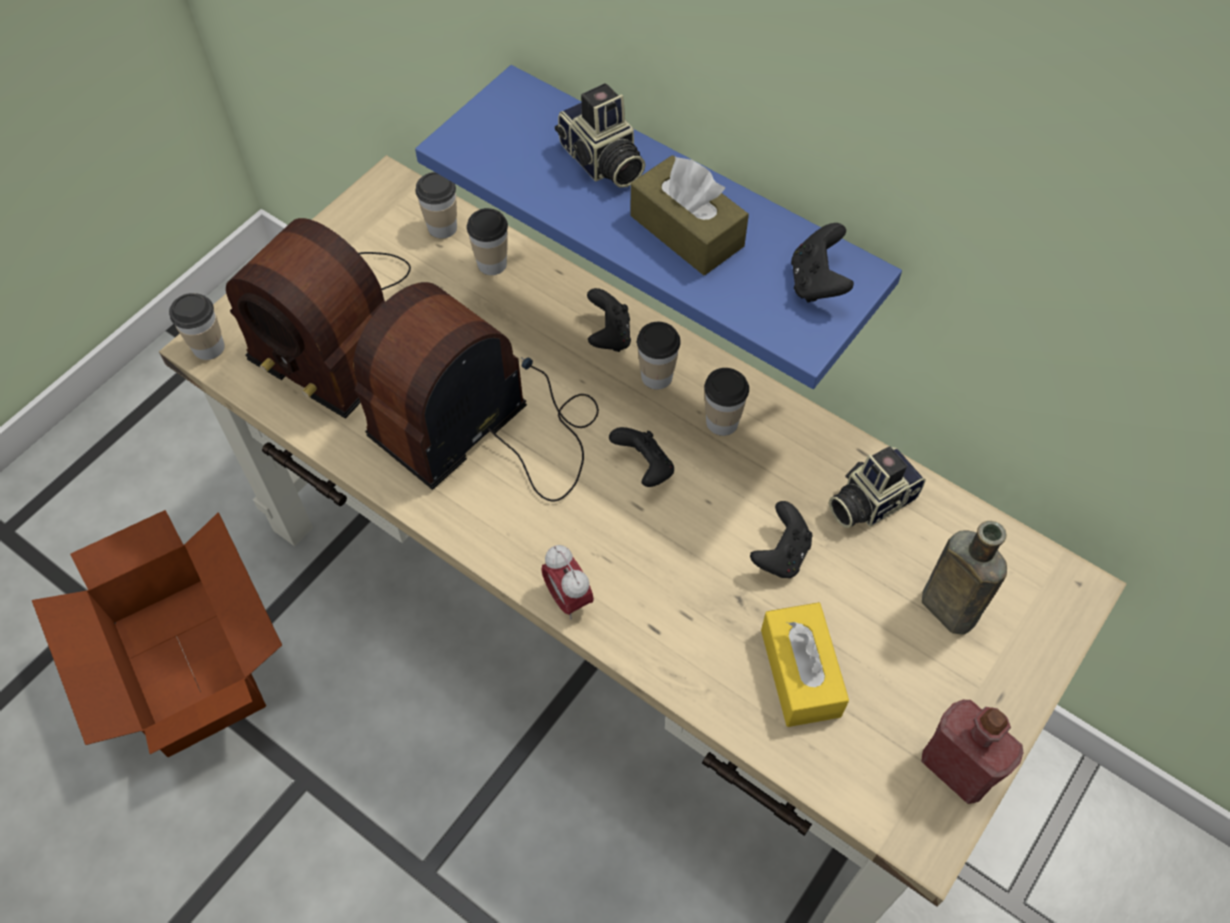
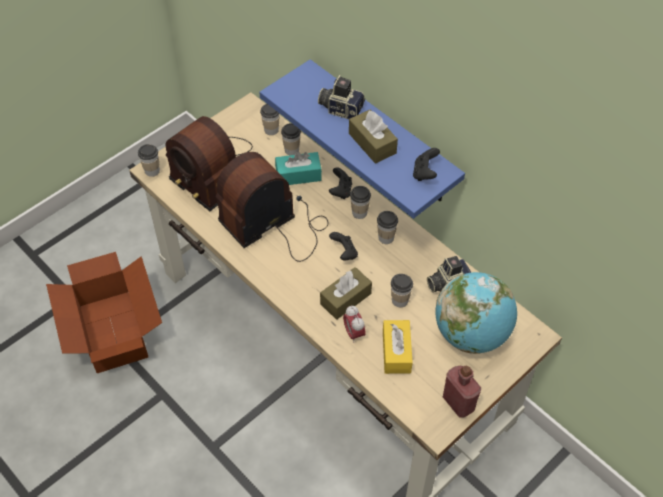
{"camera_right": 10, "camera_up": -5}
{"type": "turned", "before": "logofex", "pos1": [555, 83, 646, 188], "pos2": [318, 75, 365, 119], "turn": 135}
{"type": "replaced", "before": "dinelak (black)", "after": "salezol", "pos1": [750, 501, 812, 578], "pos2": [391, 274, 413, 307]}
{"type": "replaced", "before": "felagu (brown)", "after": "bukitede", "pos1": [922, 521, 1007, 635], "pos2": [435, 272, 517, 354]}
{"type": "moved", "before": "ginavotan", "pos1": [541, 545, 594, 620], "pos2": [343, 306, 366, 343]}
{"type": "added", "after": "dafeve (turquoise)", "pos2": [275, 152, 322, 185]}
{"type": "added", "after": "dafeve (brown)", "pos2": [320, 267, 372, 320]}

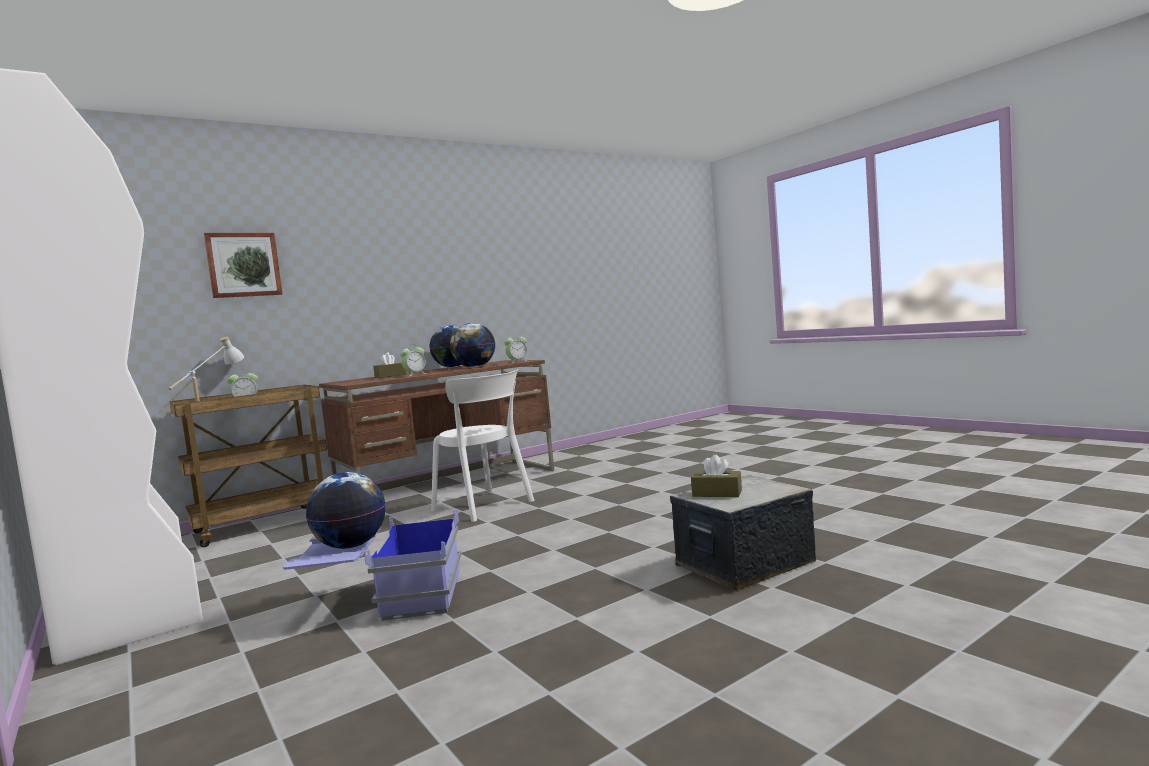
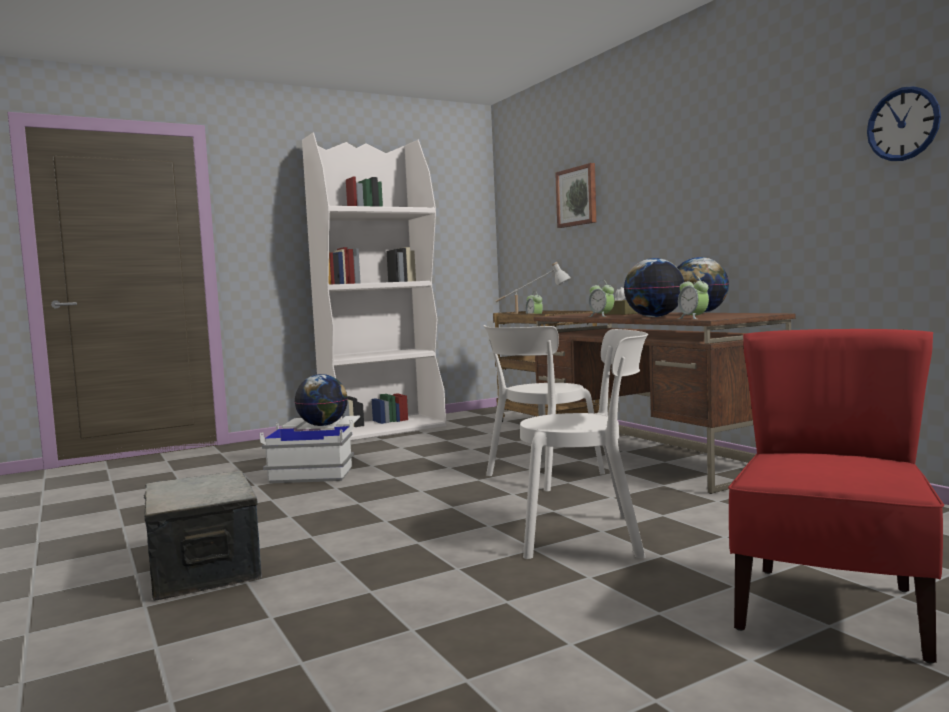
{"camera_right": 95, "camera_up": 0}
{"type": "removed", "before": "dafeve (brown)", "pos1": [691, 455, 742, 497]}
{"type": "recoloured", "before": "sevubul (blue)", "after": "sevubul (white)", "pos1": [283, 510, 461, 621], "pos2": [260, 416, 360, 484]}
{"type": "added", "after": "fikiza", "pos2": [867, 86, 941, 161]}
{"type": "added", "after": "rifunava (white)", "pos2": [520, 329, 648, 559]}
{"type": "added", "after": "rifunava (red)", "pos2": [728, 329, 944, 664]}

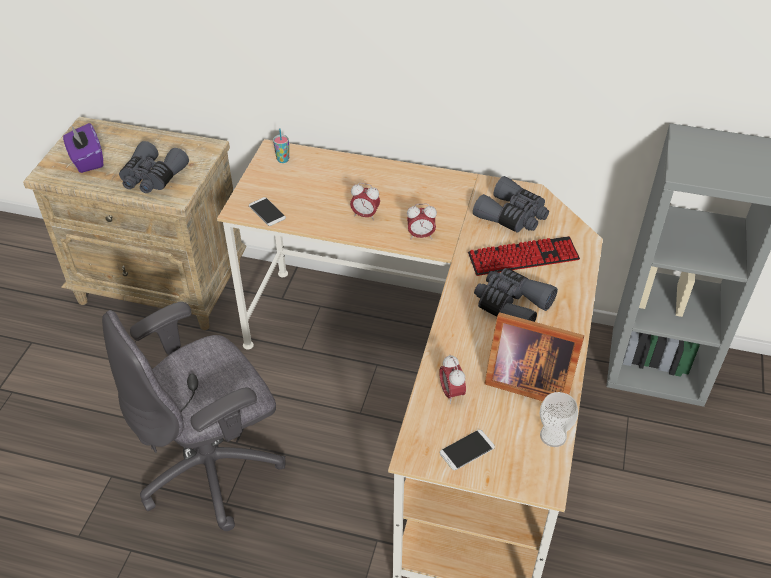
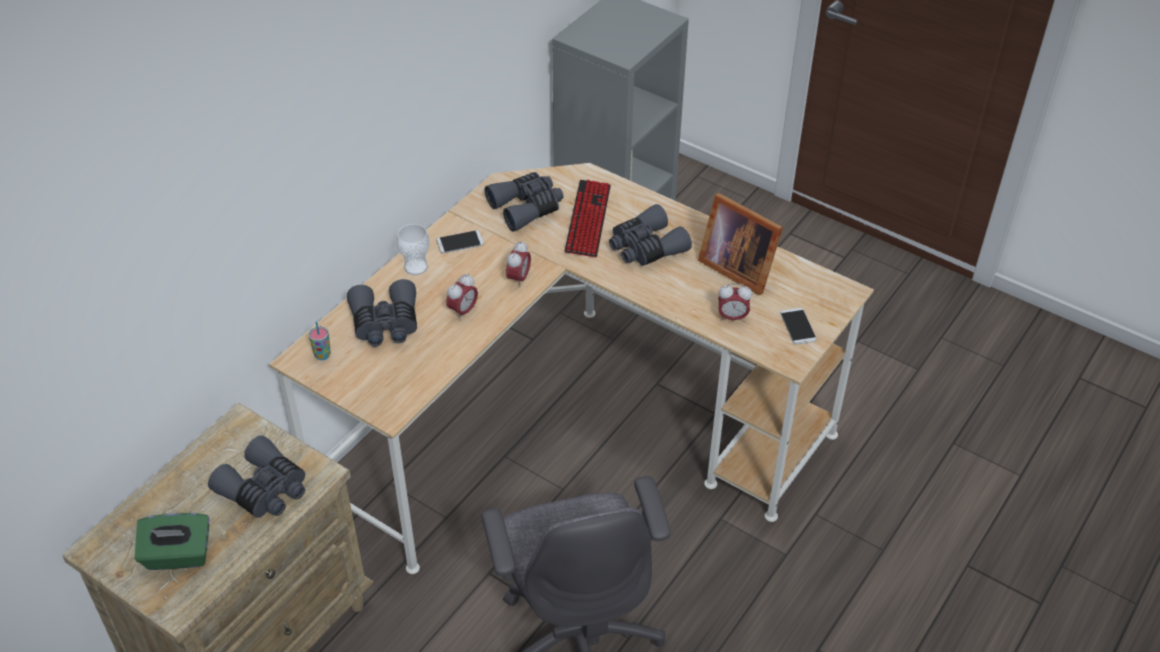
{"camera_right": -70, "camera_up": 0}
{"type": "recoloured", "before": "dafeve (purple)", "after": "dafeve (green)", "pos1": [63, 123, 103, 173], "pos2": [135, 513, 210, 570]}
{"type": "moved", "before": "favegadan", "pos1": [249, 197, 286, 226], "pos2": [437, 230, 484, 253]}
{"type": "turned", "before": "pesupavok", "pos1": [484, 312, 584, 401], "pos2": [698, 193, 783, 295], "turn": 90}
{"type": "moved", "before": "salezol", "pos1": [539, 392, 578, 447], "pos2": [396, 224, 430, 275]}
{"type": "added", "after": "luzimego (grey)", "pos2": [347, 279, 417, 347]}

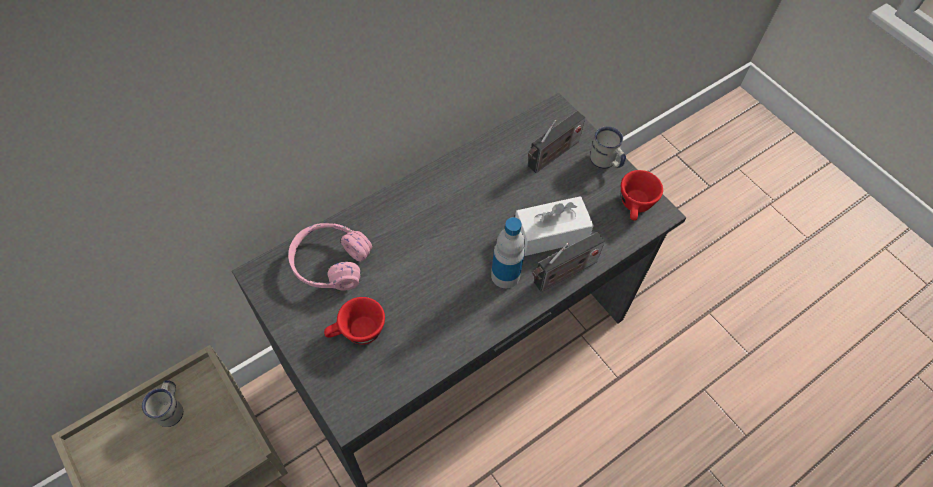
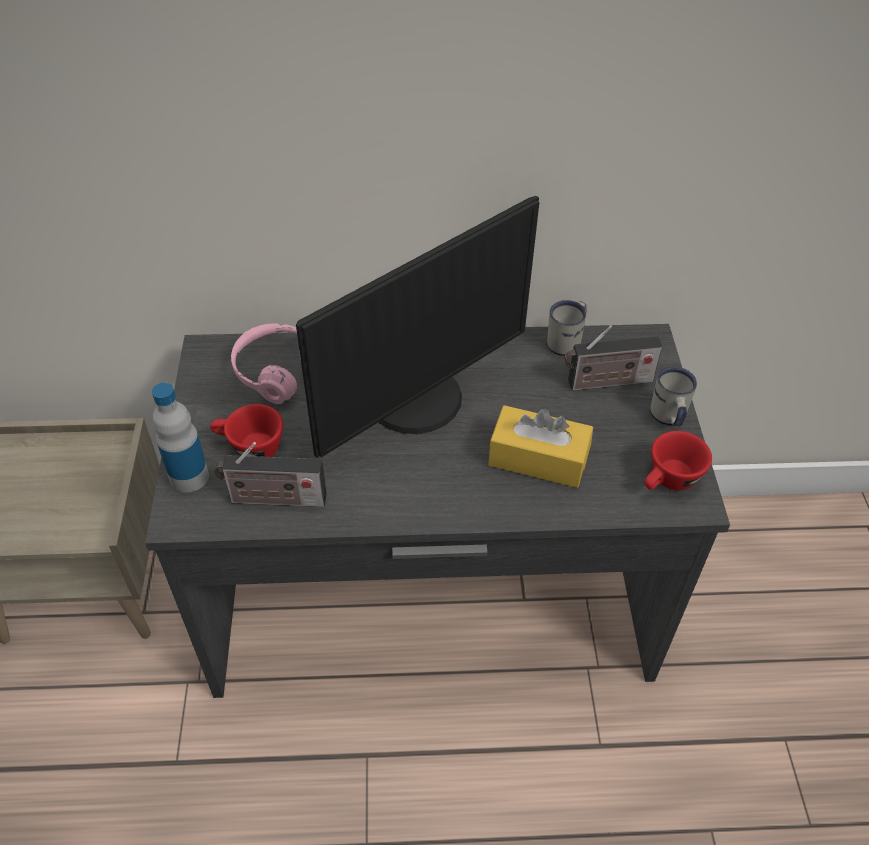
{"camera_right": 35, "camera_up": -10}
{"type": "recoloured", "before": "dafeve (white)", "after": "dafeve (yellow)", "pos1": [515, 196, 594, 256], "pos2": [488, 405, 593, 488]}
{"type": "moved", "before": "felagu", "pos1": [491, 217, 525, 288], "pos2": [152, 383, 209, 493]}
{"type": "moved", "before": "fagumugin", "pos1": [533, 232, 605, 292], "pos2": [214, 442, 327, 507]}
{"type": "moved", "before": "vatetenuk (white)", "pos1": [142, 380, 183, 427], "pos2": [547, 300, 587, 356]}
{"type": "added", "after": "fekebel", "pos2": [296, 196, 539, 458]}

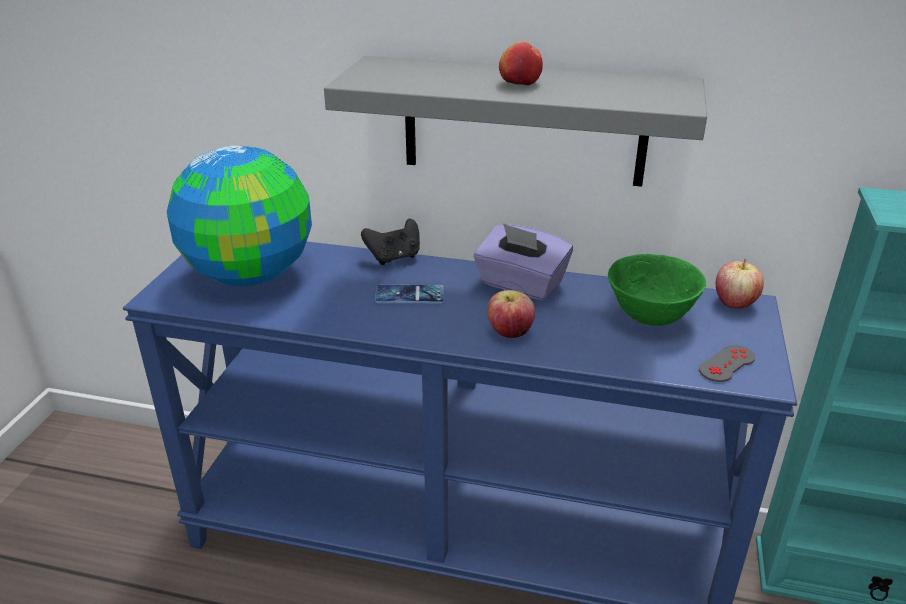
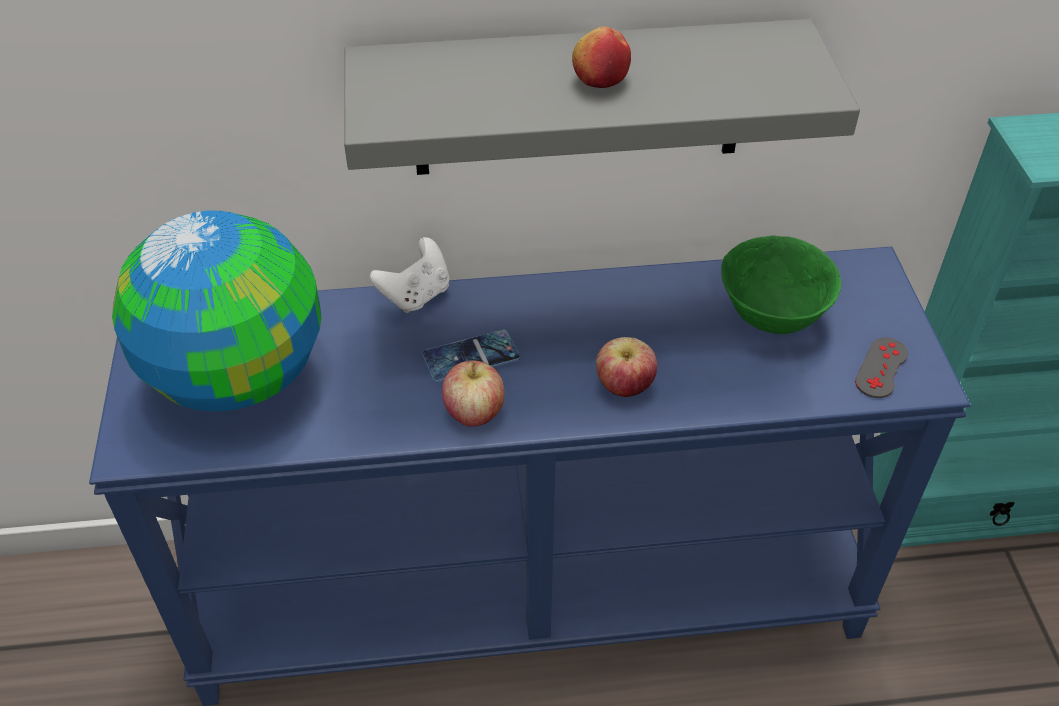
{"camera_right": -20, "camera_up": 15}
{"type": "recoloured", "before": "dinelak (black)", "after": "dinelak (white)", "pos1": [361, 219, 420, 265], "pos2": [370, 237, 450, 313]}
{"type": "removed", "before": "dafeve (purple)", "pos1": [474, 223, 573, 300]}
{"type": "moved", "before": "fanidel", "pos1": [716, 259, 764, 308], "pos2": [442, 360, 505, 427]}

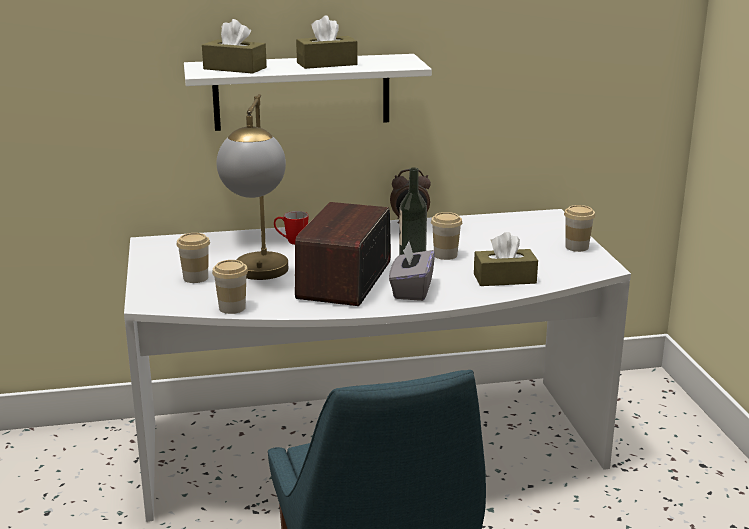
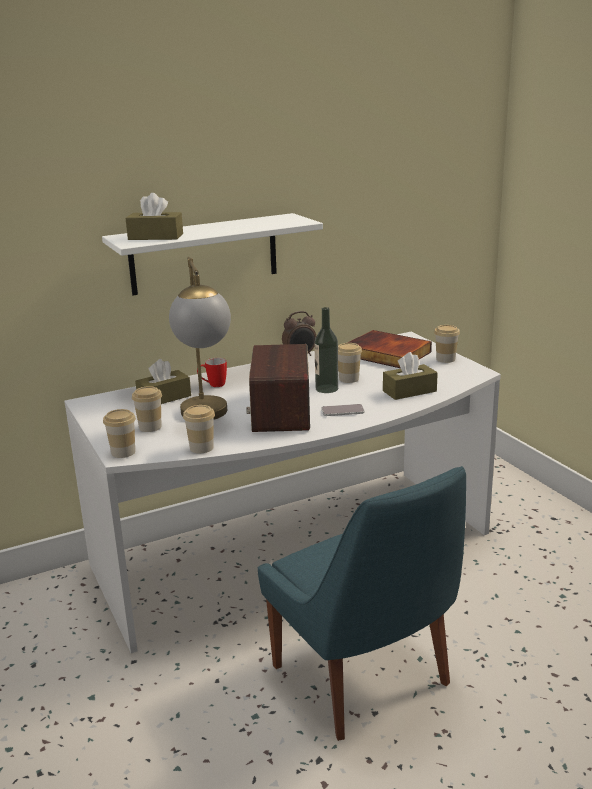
{"camera_right": -15, "camera_up": 0}
{"type": "moved", "before": "dafeve (brown)", "pos1": [296, 15, 358, 69], "pos2": [135, 359, 191, 404]}
{"type": "replaced", "before": "dafeve (grey)", "after": "favegadan", "pos1": [389, 242, 435, 301], "pos2": [322, 404, 365, 416]}
{"type": "added", "after": "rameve", "pos2": [347, 330, 432, 368]}
{"type": "added", "after": "salezol", "pos2": [103, 409, 136, 458]}

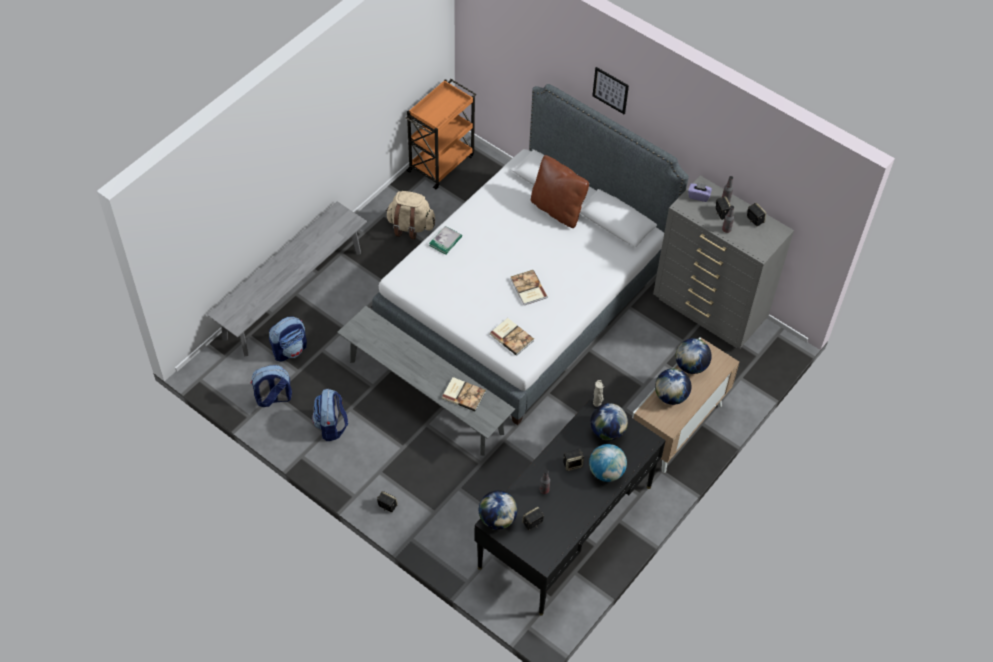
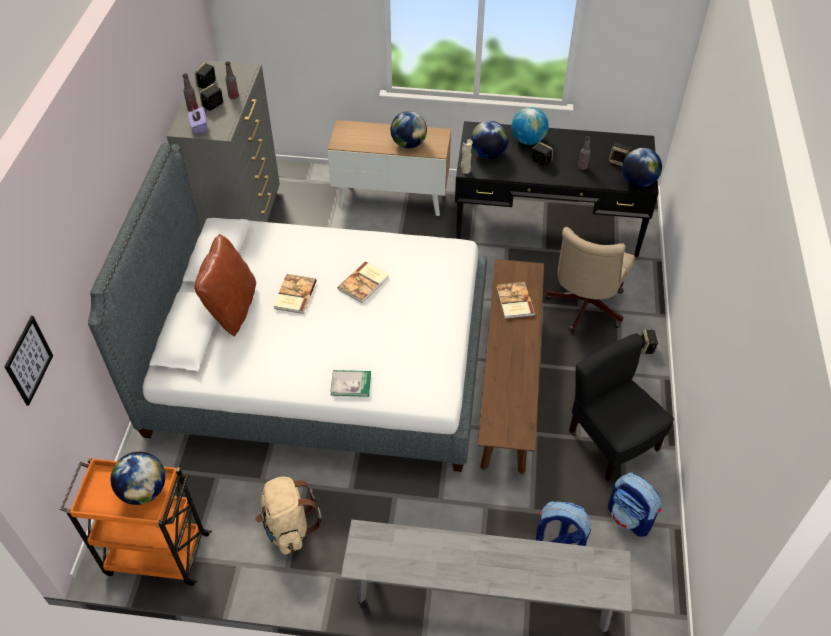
{"camera_right": -120, "camera_up": -5}
{"type": "moved", "before": "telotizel", "pos1": [592, 67, 629, 114], "pos2": [5, 316, 53, 406]}
{"type": "recoloured", "before": "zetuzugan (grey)", "after": "zetuzugan (brown)", "pos1": [337, 306, 515, 456], "pos2": [478, 259, 544, 475]}
{"type": "moved", "before": "rameve", "pos1": [490, 318, 534, 356], "pos2": [273, 274, 317, 314]}
{"type": "moved", "before": "bukitede", "pos1": [675, 338, 712, 374], "pos2": [111, 452, 165, 505]}
{"type": "replaced", "before": "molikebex", "after": "rifunava (black)", "pos1": [312, 389, 348, 441], "pos2": [569, 333, 674, 481]}
{"type": "added", "after": "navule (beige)", "pos2": [545, 227, 635, 332]}

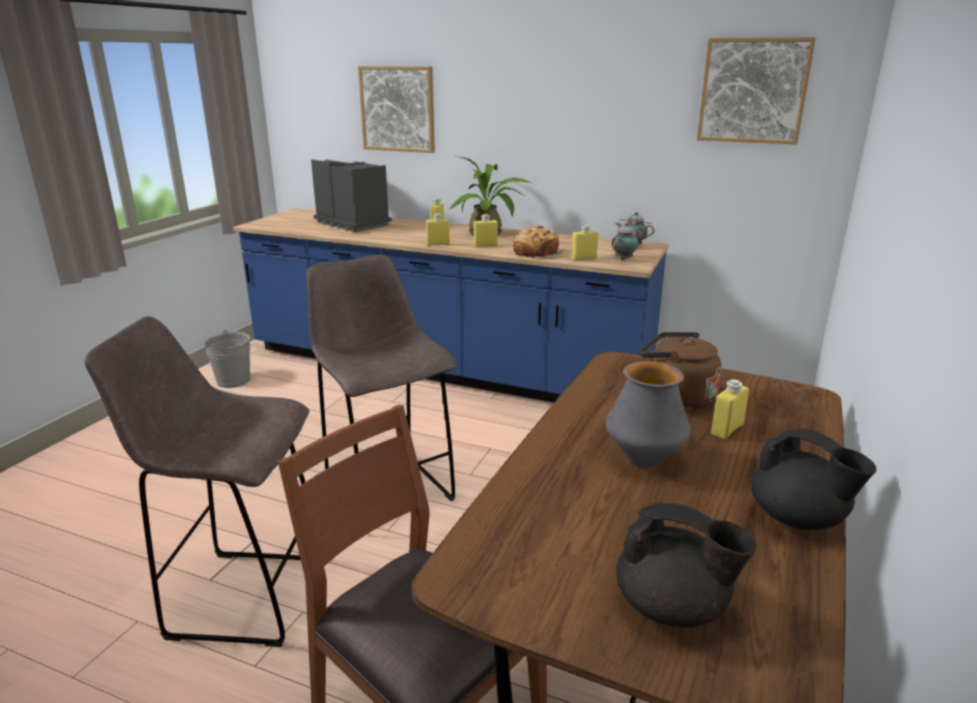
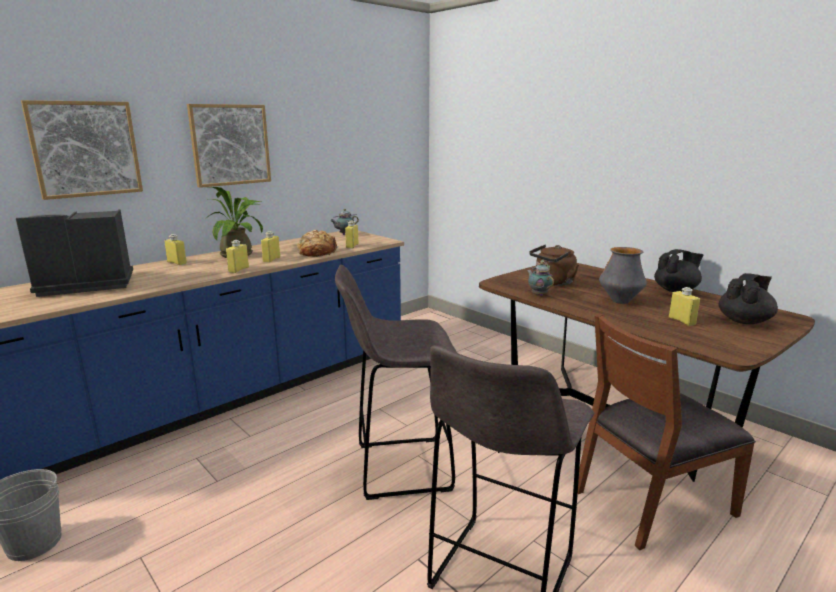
{"camera_right": -65, "camera_up": -5}
{"type": "moved", "before": "telotizel", "pos1": [697, 37, 816, 145], "pos2": [187, 104, 271, 188]}
{"type": "moved", "before": "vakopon", "pos1": [612, 223, 639, 260], "pos2": [527, 262, 554, 296]}
{"type": "moved", "before": "felagu (yellow)", "pos1": [711, 379, 749, 439], "pos2": [669, 287, 700, 326]}

